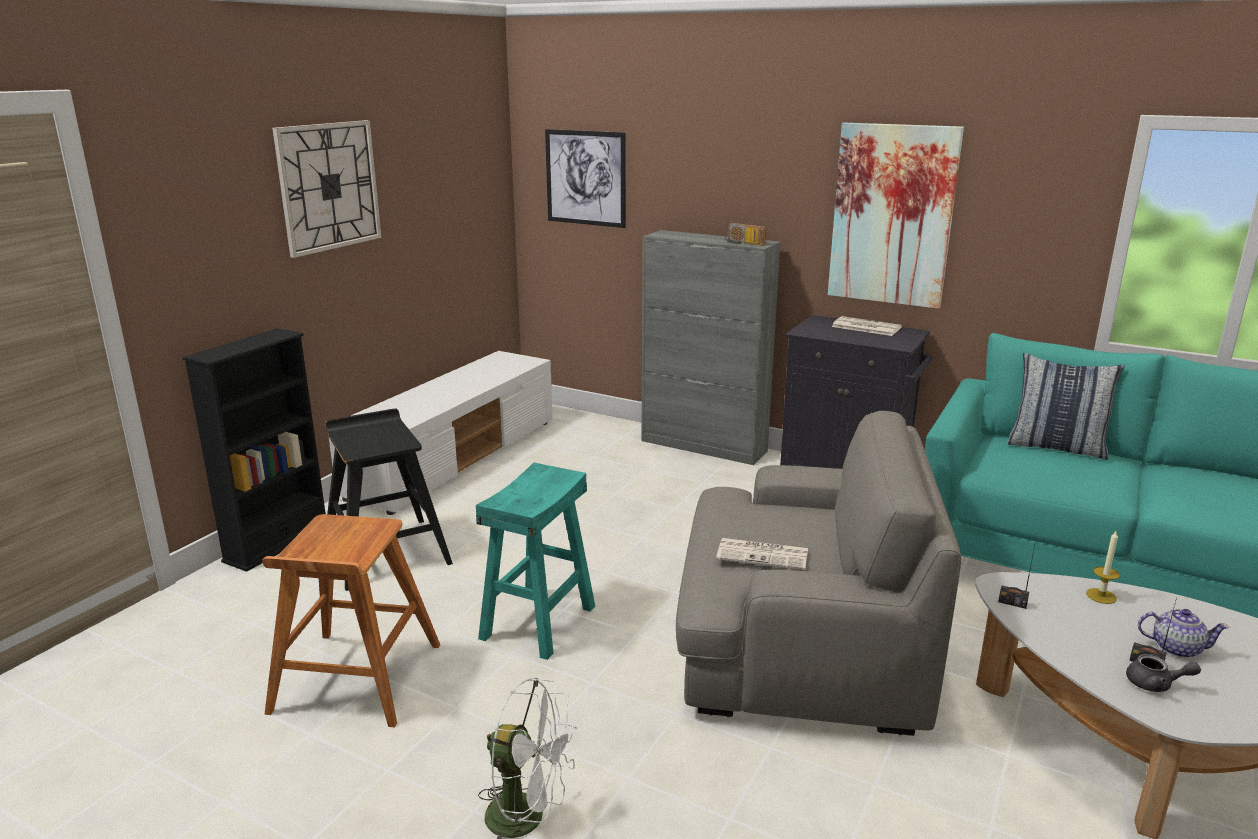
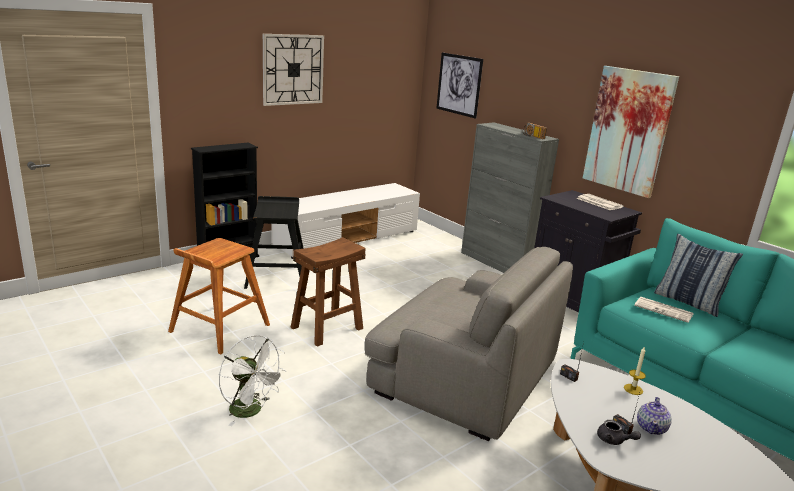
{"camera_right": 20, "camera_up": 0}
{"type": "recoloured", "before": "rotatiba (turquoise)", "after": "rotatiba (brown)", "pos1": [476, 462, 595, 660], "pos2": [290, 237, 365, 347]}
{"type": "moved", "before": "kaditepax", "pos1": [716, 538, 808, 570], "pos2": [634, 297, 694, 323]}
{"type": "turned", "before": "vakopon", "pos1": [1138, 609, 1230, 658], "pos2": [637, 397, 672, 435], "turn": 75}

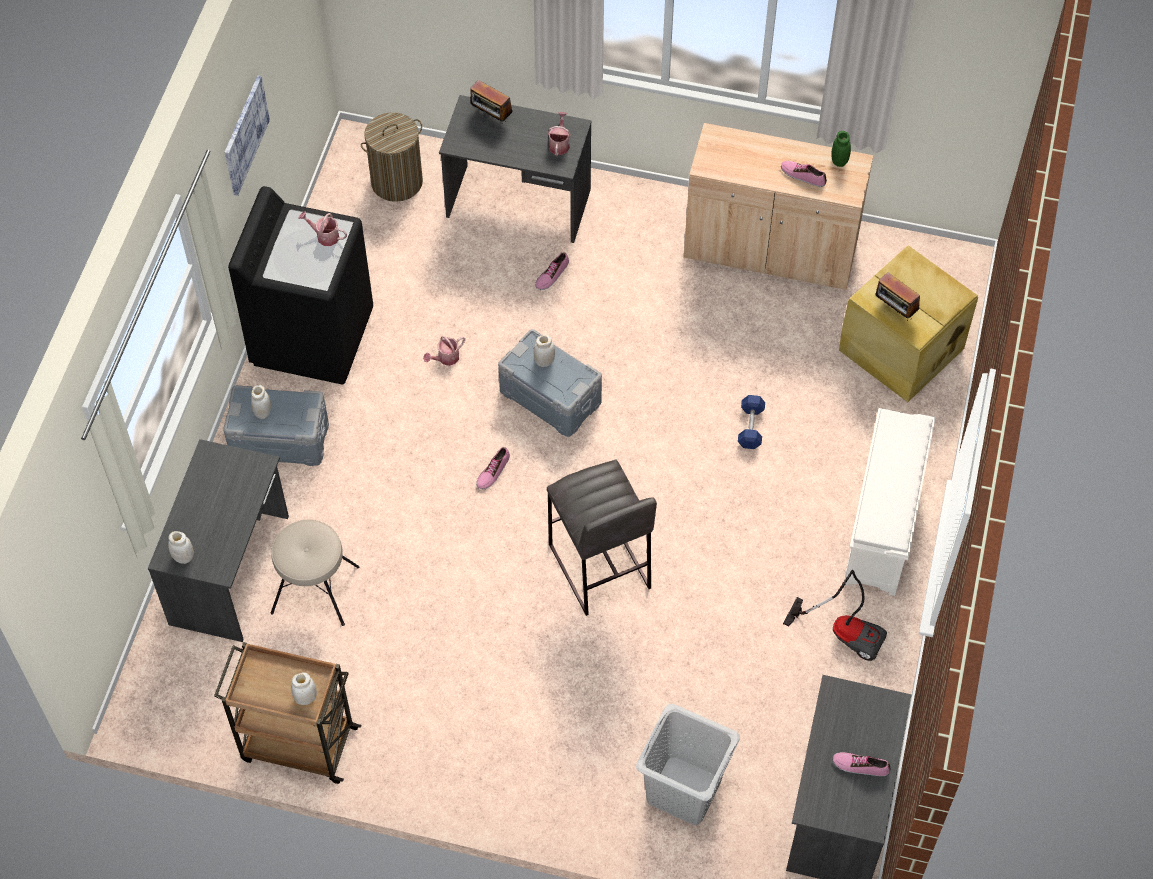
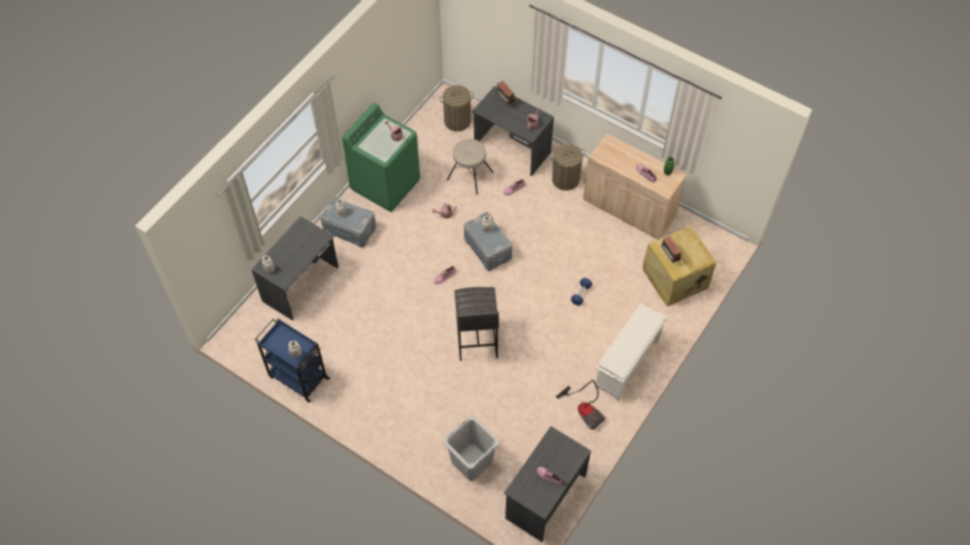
{"camera_right": 20, "camera_up": 0}
{"type": "removed", "before": "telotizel", "pos1": [225, 75, 270, 196]}
{"type": "recoloured", "before": "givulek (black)", "after": "givulek (green)", "pos1": [228, 186, 373, 384], "pos2": [342, 103, 420, 212]}
{"type": "moved", "before": "rotatiba (beige)", "pos1": [271, 519, 360, 626], "pos2": [447, 139, 493, 195]}
{"type": "recoloured", "before": "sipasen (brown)", "after": "sipasen (blue)", "pos1": [214, 642, 361, 784], "pos2": [255, 318, 330, 402]}
{"type": "added", "after": "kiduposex", "pos2": [551, 144, 585, 191]}

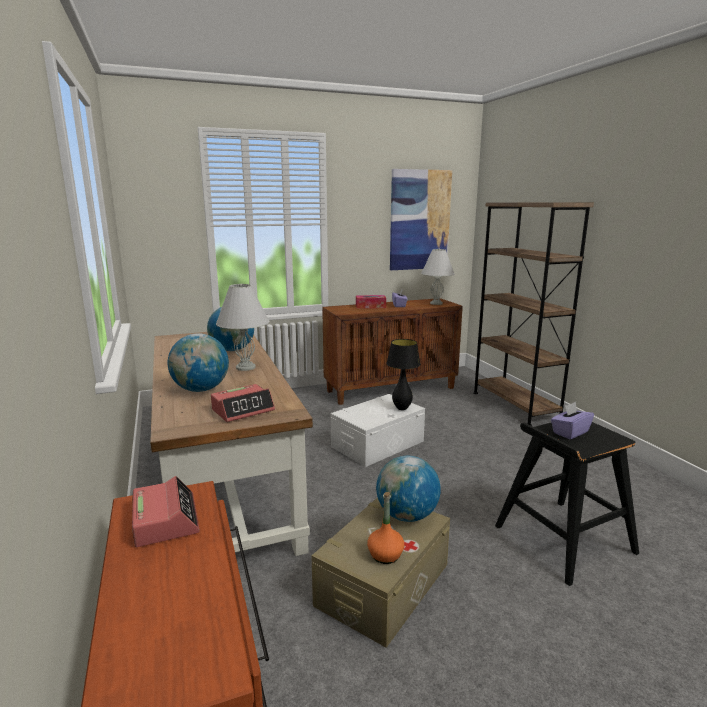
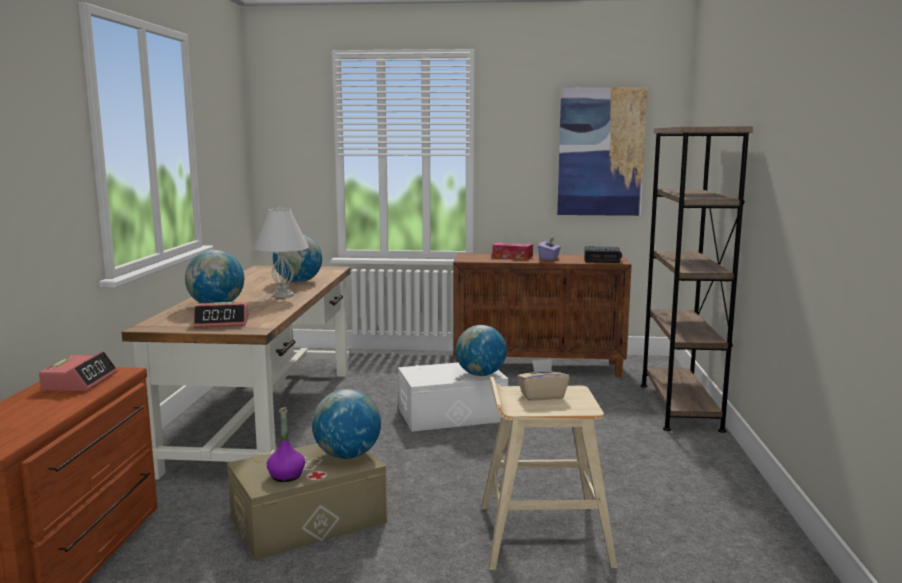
{"camera_right": 25, "camera_up": -5}
{"type": "replaced", "before": "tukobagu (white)", "after": "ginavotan", "pos1": [421, 249, 455, 305], "pos2": [584, 246, 622, 263]}
{"type": "replaced", "before": "tukobagu (black)", "after": "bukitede", "pos1": [387, 339, 421, 410], "pos2": [456, 325, 507, 376]}
{"type": "recoloured", "before": "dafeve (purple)", "after": "dafeve (beige)", "pos1": [551, 402, 594, 439], "pos2": [517, 359, 570, 400]}
{"type": "recoloured", "before": "rotatiba (black)", "after": "rotatiba (beige)", "pos1": [495, 422, 639, 586], "pos2": [481, 377, 617, 570]}
{"type": "recoloured", "before": "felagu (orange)", "after": "felagu (purple)", "pos1": [367, 492, 404, 564], "pos2": [267, 407, 305, 482]}

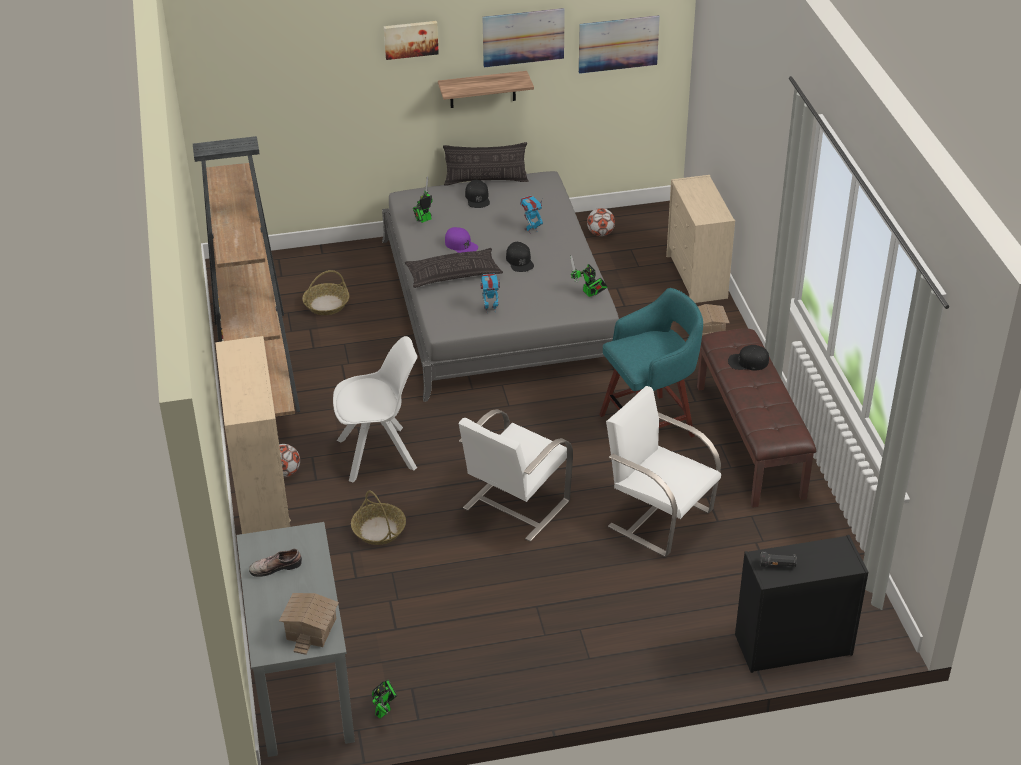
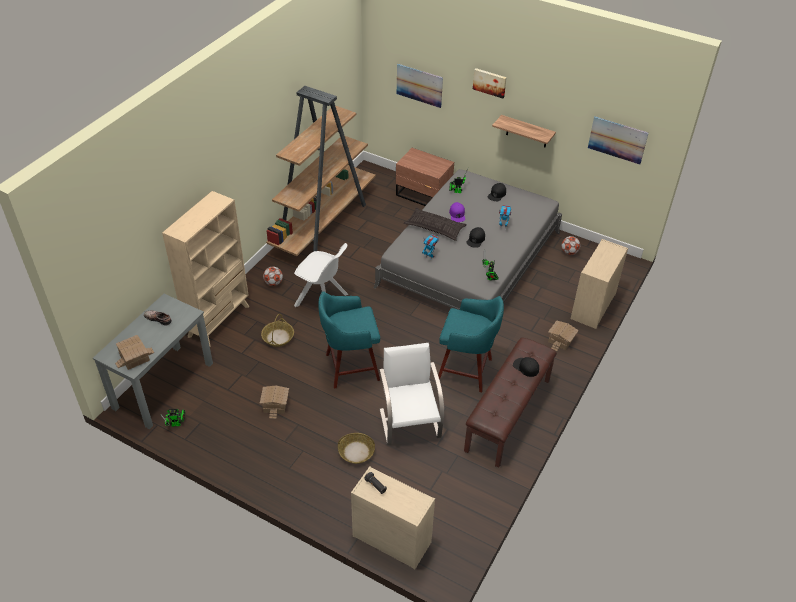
{"camera_right": 40, "camera_up": 5}
{"type": "moved", "before": "telotizel", "pos1": [482, 8, 565, 67], "pos2": [397, 64, 443, 108]}
{"type": "removed", "before": "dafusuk", "pos1": [443, 142, 529, 186]}
{"type": "moved", "before": "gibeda", "pos1": [302, 270, 349, 315], "pos2": [338, 433, 375, 464]}
{"type": "replaced", "before": "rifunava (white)", "after": "rotatiba (turquoise)", "pos1": [459, 409, 573, 542], "pos2": [318, 291, 380, 389]}
{"type": "recoloured", "before": "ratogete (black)", "after": "ratogete (beige)", "pos1": [735, 535, 868, 673], "pos2": [351, 466, 435, 570]}
{"type": "added", "after": "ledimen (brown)", "pos2": [396, 148, 454, 206]}
{"type": "added", "after": "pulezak", "pos2": [260, 385, 289, 419]}

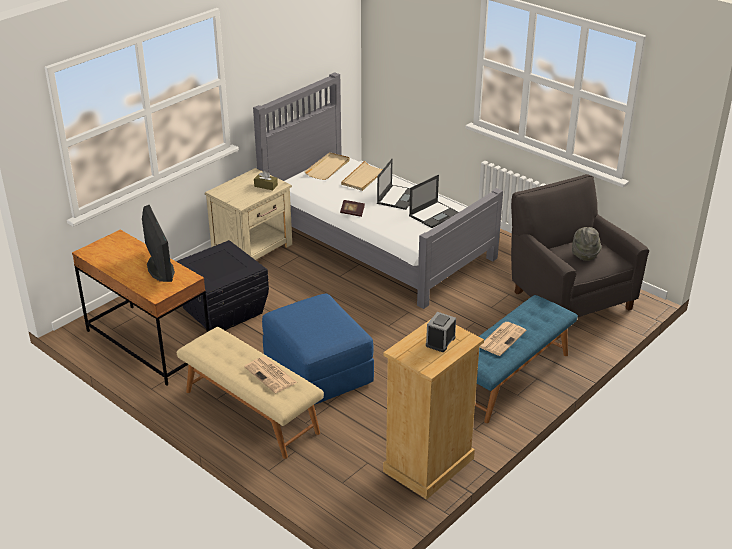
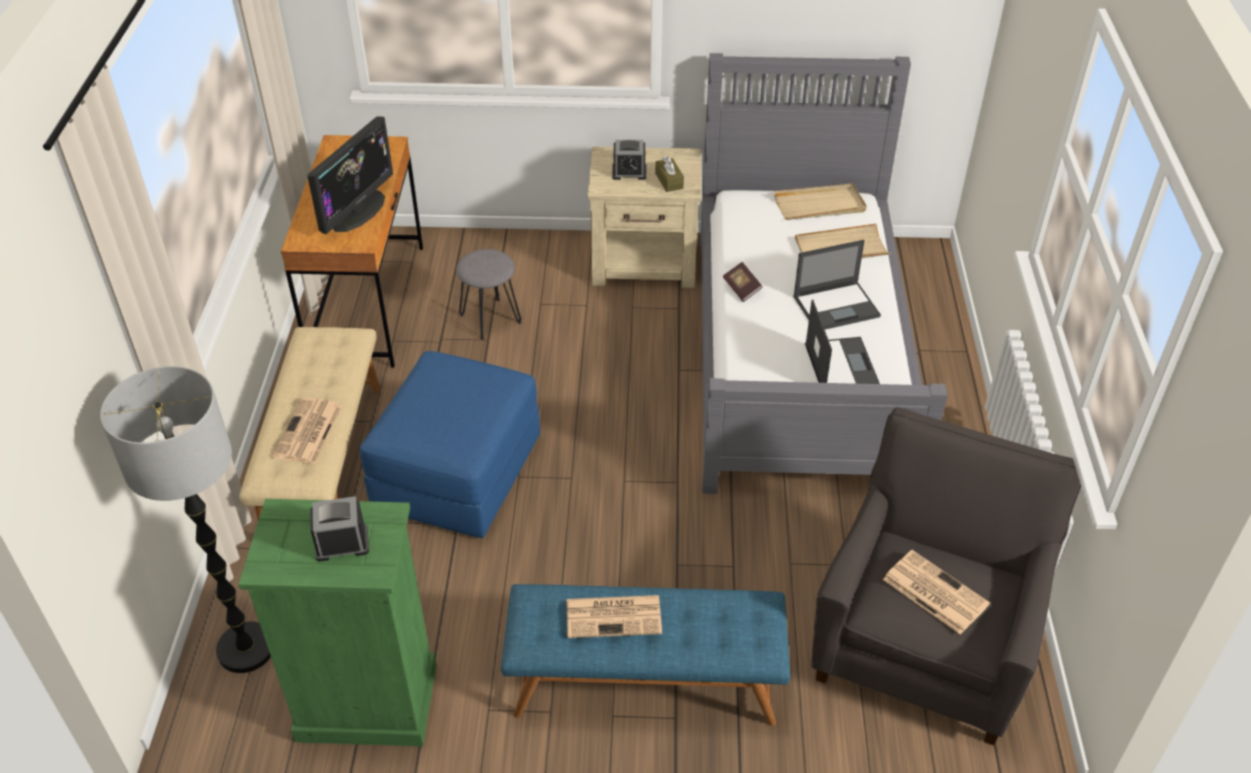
{"camera_right": 50, "camera_up": 10}
{"type": "turned", "before": "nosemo", "pos1": [409, 175, 459, 228], "pos2": [805, 299, 880, 384], "turn": -105}
{"type": "replaced", "before": "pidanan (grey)", "after": "kaditepax", "pos1": [572, 227, 602, 261], "pos2": [883, 550, 990, 635]}
{"type": "replaced", "before": "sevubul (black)", "after": "rotatiba (grey)", "pos1": [176, 240, 269, 330], "pos2": [456, 249, 521, 340]}
{"type": "recoloured", "before": "ratogete (beige)", "after": "ratogete (green)", "pos1": [383, 319, 484, 500], "pos2": [238, 499, 437, 746]}
{"type": "added", "after": "ginavotan", "pos2": [612, 140, 647, 180]}
{"type": "added", "after": "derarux", "pos2": [100, 366, 271, 673]}

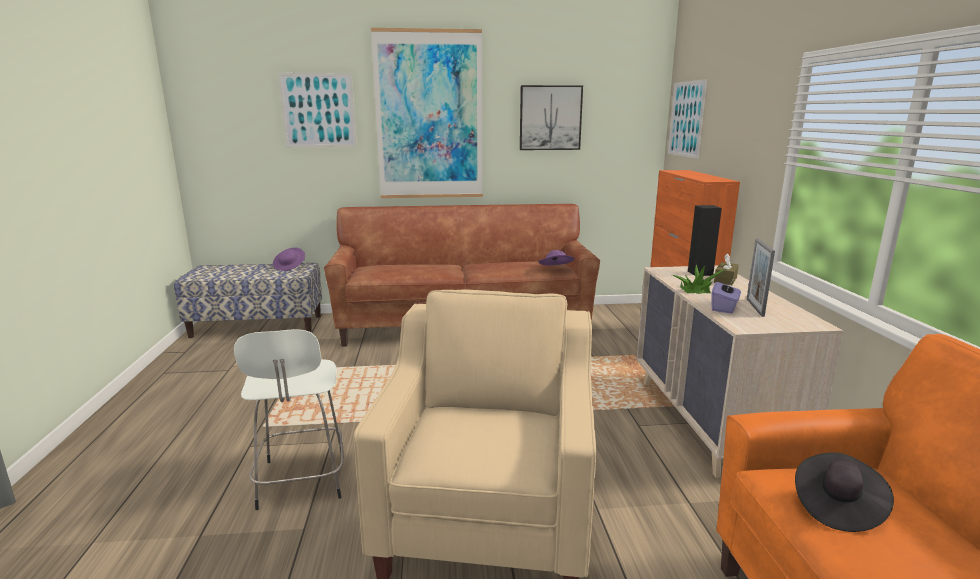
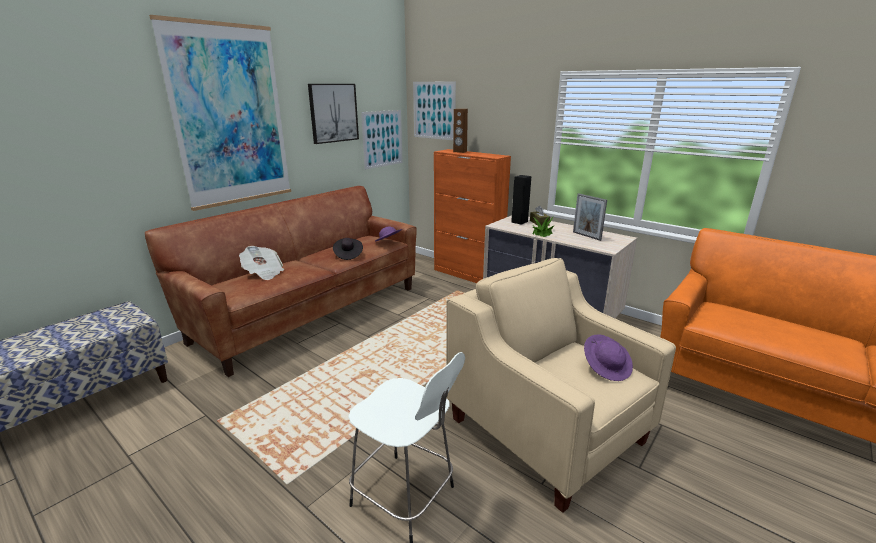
{"camera_right": -45, "camera_up": 5}
{"type": "moved", "before": "telotizel", "pos1": [278, 73, 357, 147], "pos2": [361, 110, 403, 169]}
{"type": "moved", "before": "pidanan (purple)", "pos1": [273, 248, 305, 271], "pos2": [584, 334, 633, 381]}
{"type": "removed", "before": "dafeve (purple)", "pos1": [711, 280, 741, 314]}
{"type": "moved", "before": "pidanan (black)", "pos1": [795, 452, 894, 532], "pos2": [333, 238, 363, 260]}
{"type": "added", "after": "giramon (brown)", "pos2": [453, 109, 468, 153]}
{"type": "added", "after": "kaditepax", "pos2": [239, 246, 284, 280]}

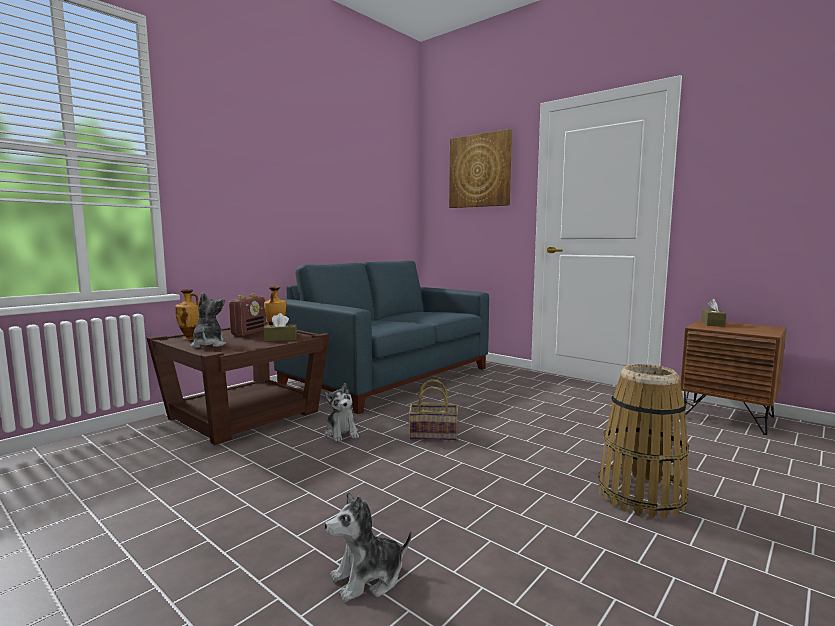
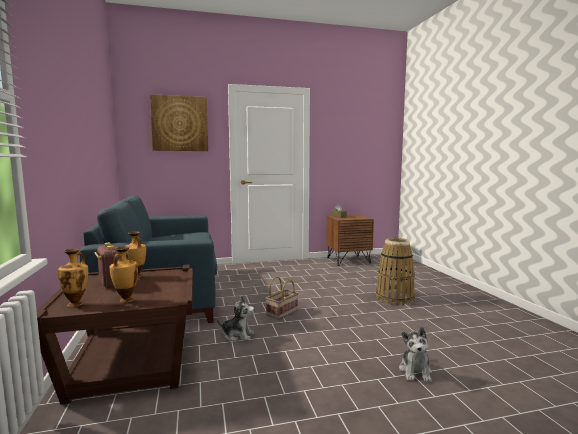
{"camera_right": -55, "camera_up": 0}
{"type": "replaced", "before": "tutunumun", "after": "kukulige", "pos1": [191, 292, 226, 348], "pos2": [110, 246, 138, 303]}
{"type": "removed", "before": "dafeve (brown)", "pos1": [263, 313, 297, 341]}

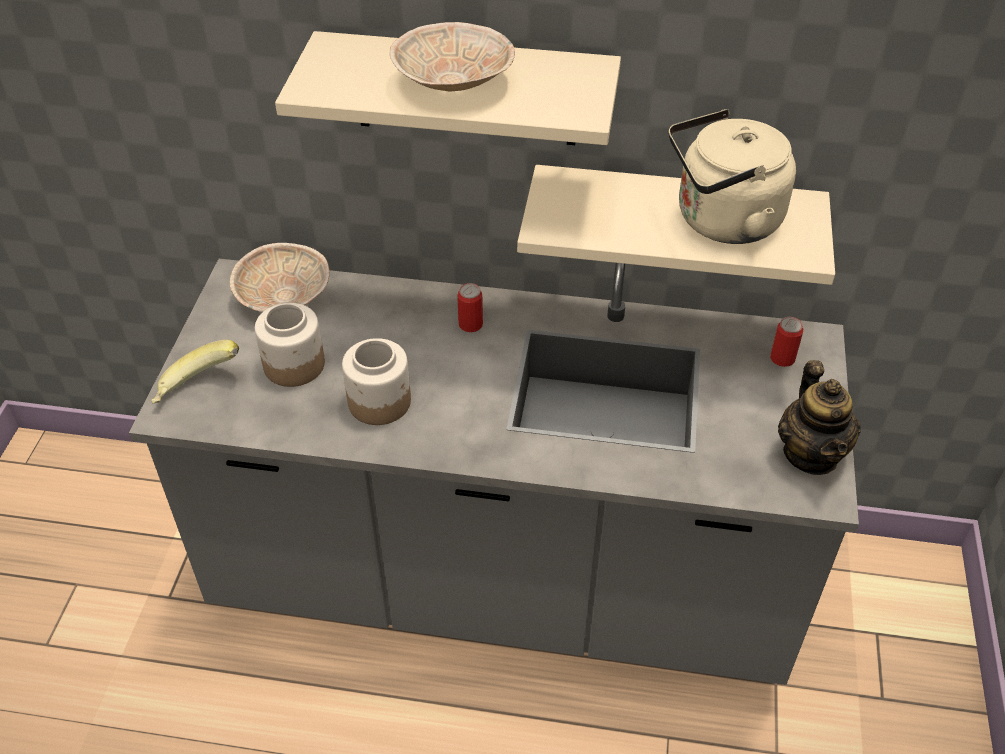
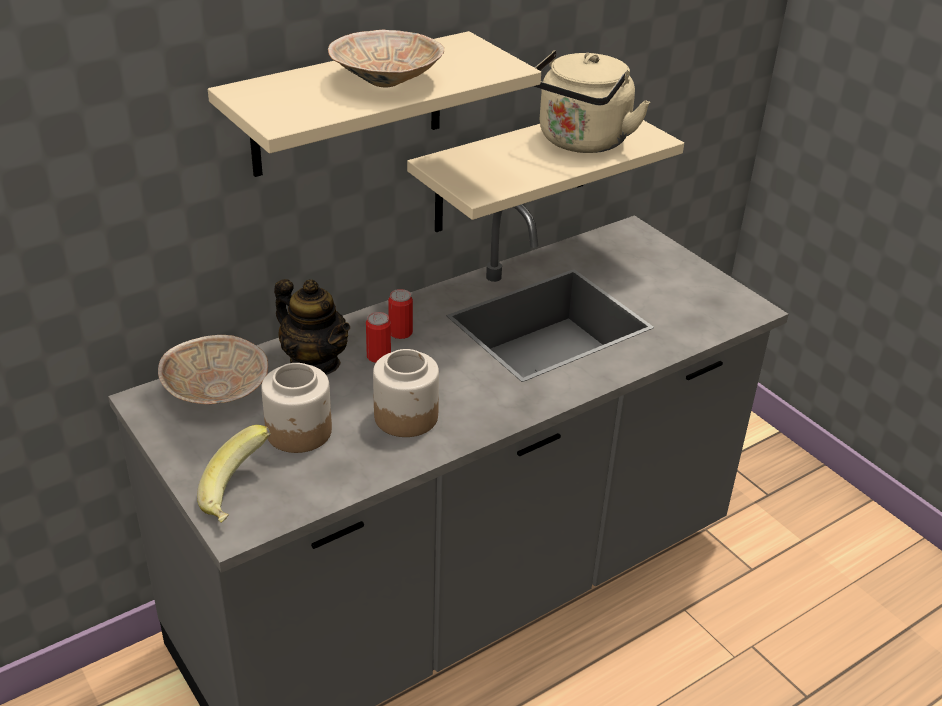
{"camera_right": -45, "camera_up": -10}
{"type": "moved", "before": "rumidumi", "pos1": [770, 317, 803, 367], "pos2": [366, 312, 391, 363]}
{"type": "moved", "before": "vakopon", "pos1": [778, 360, 861, 475], "pos2": [274, 279, 350, 375]}

